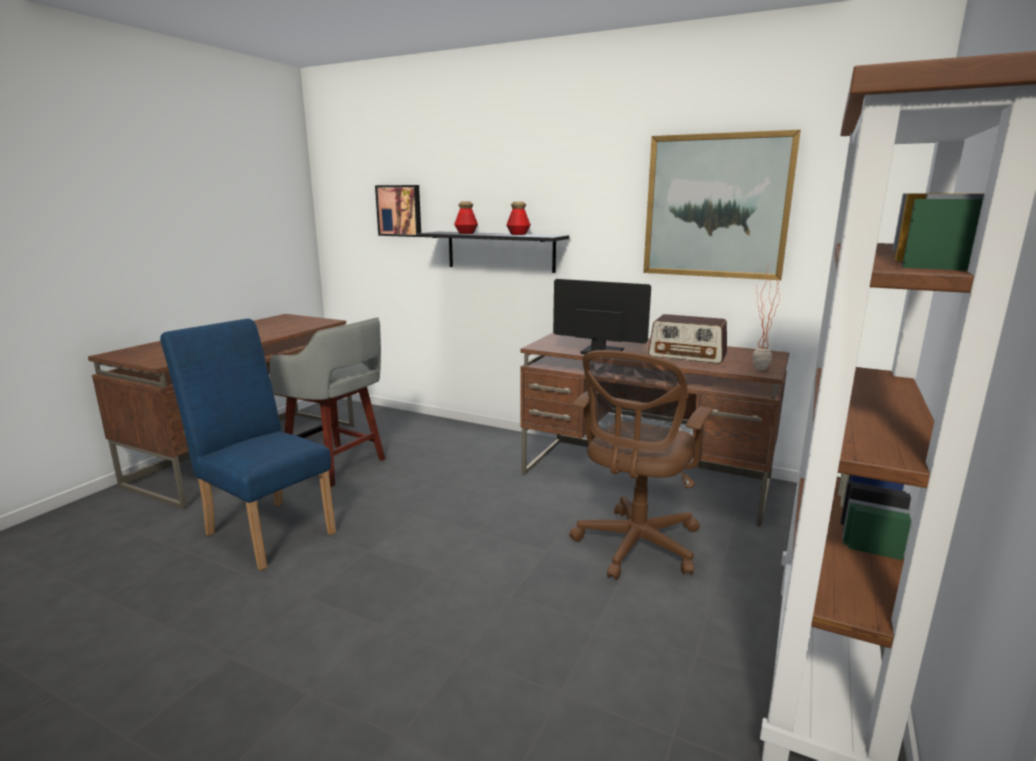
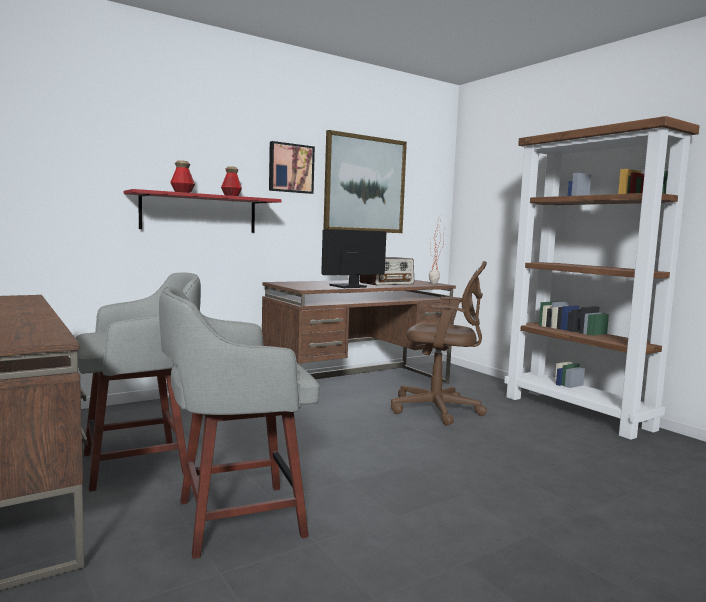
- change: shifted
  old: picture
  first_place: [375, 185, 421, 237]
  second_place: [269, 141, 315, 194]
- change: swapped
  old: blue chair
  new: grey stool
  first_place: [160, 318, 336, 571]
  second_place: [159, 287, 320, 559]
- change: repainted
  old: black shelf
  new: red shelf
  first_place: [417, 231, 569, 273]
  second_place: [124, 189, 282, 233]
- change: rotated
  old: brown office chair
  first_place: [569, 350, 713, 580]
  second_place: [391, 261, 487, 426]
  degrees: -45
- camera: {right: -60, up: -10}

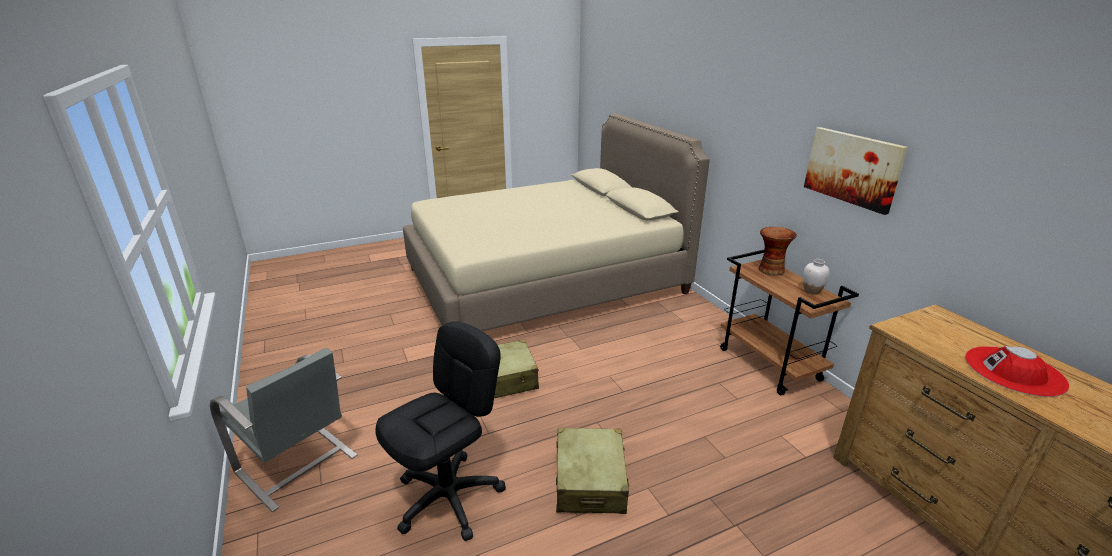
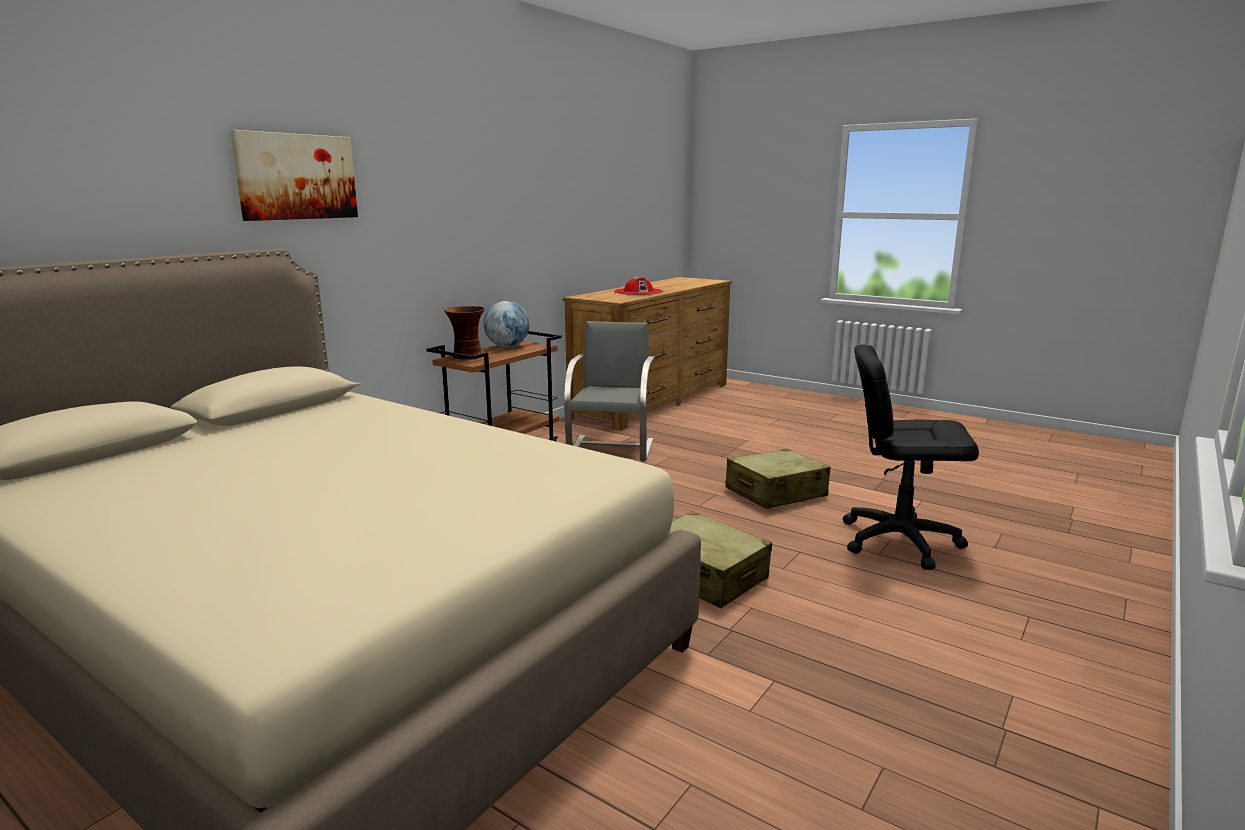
- change: shifted
  old: grey chair
  first_place: [210, 348, 358, 512]
  second_place: [564, 321, 655, 461]
- change: shifted
  old: picture
  first_place: [804, 127, 908, 215]
  second_place: [230, 130, 358, 221]
- change: swapped
  old: white vase
  new: globe
  first_place: [803, 259, 830, 295]
  second_place: [484, 301, 529, 347]
- camera: {right: -120, up: -10}

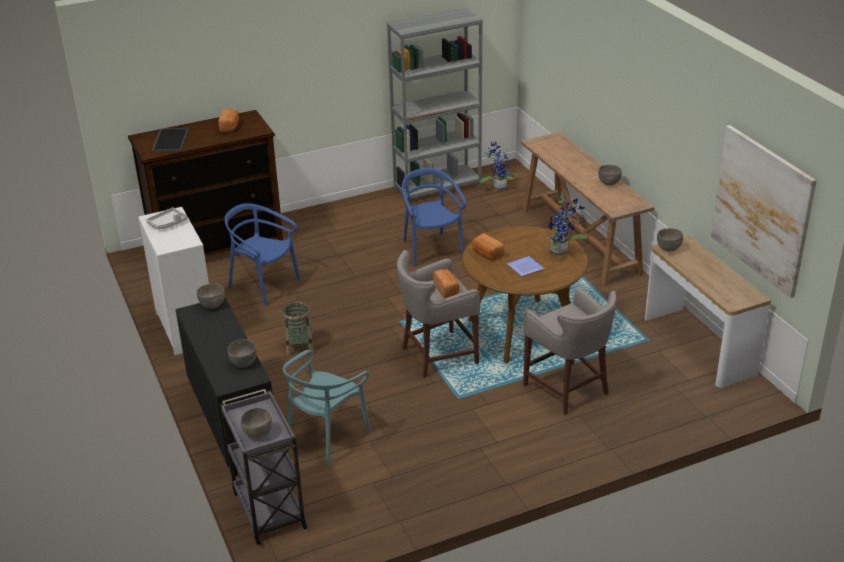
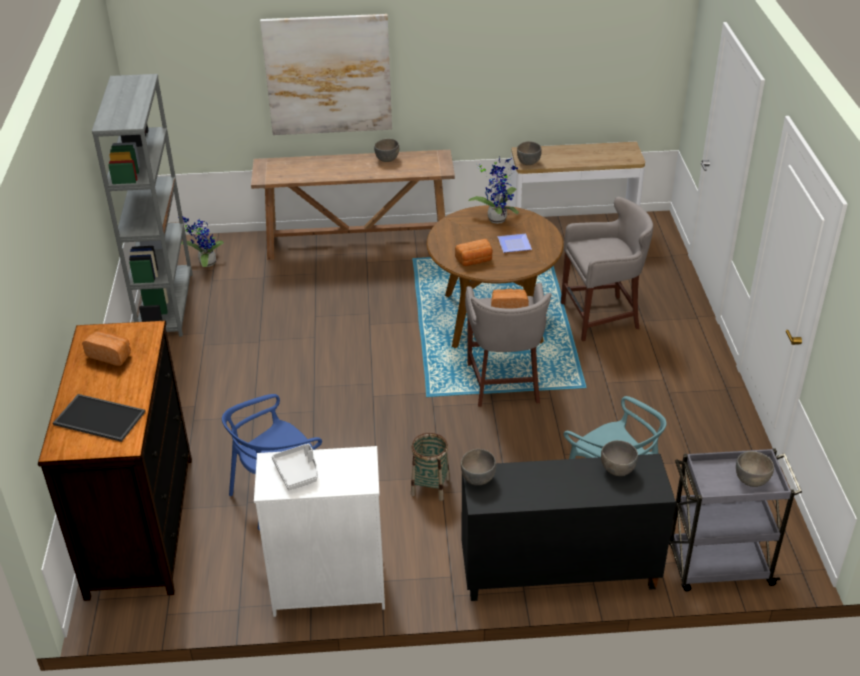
- change: gone
  old: blue chair
  first_place: [402, 168, 466, 267]
- change: shifted
  old: picture
  first_place: [711, 125, 817, 298]
  second_place: [260, 14, 392, 135]
- camera: {right: -70, up: 5}

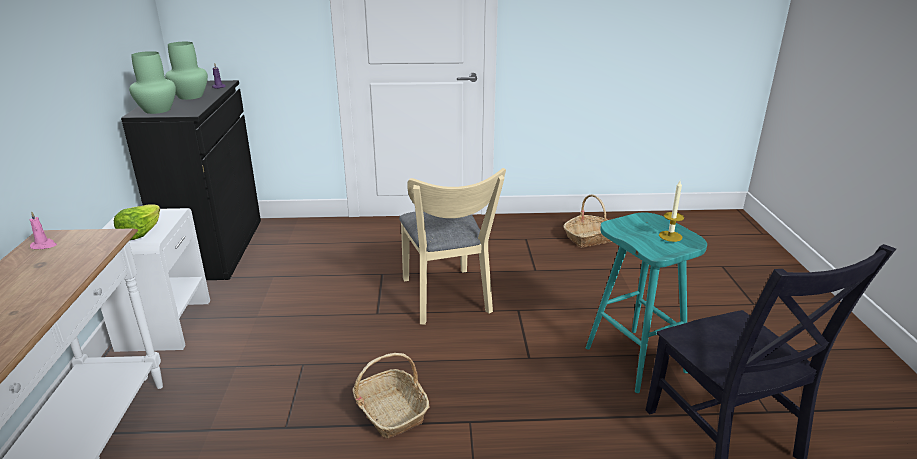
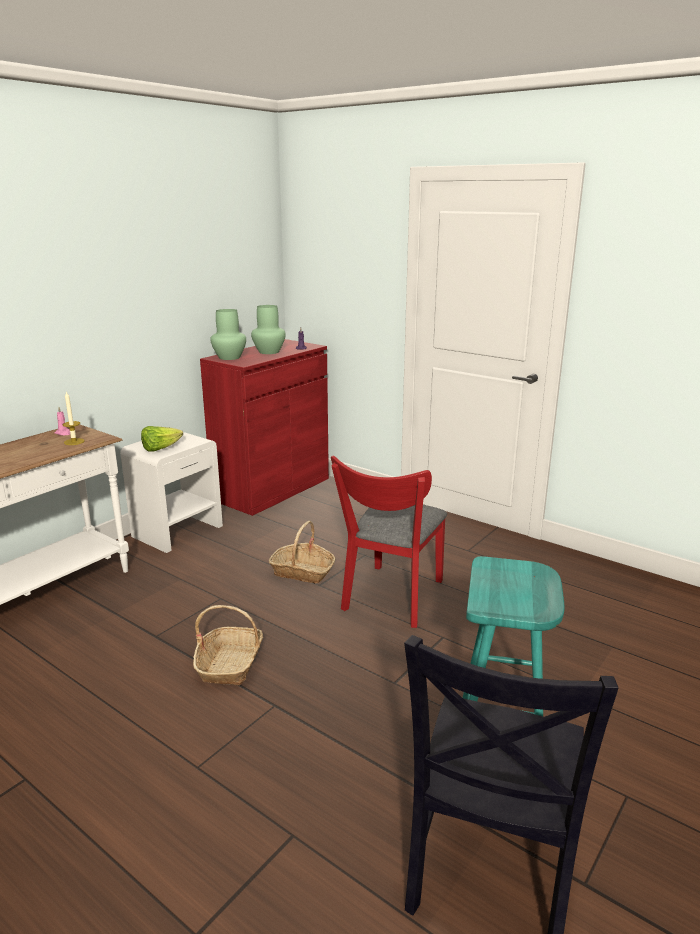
- change: shifted
  old: basket
  first_place: [563, 194, 612, 247]
  second_place: [269, 521, 335, 584]
- change: shifted
  old: candle
  first_place: [659, 181, 684, 242]
  second_place: [62, 392, 85, 445]
- change: repainted
  old: black cabinet
  new: red cabinet
  first_place: [121, 80, 261, 280]
  second_place: [200, 339, 329, 516]
- change: repainted
  old: beige chair
  new: red chair
  first_place: [399, 168, 506, 325]
  second_place: [331, 455, 447, 628]
- camera: {right: 40, up: -5}

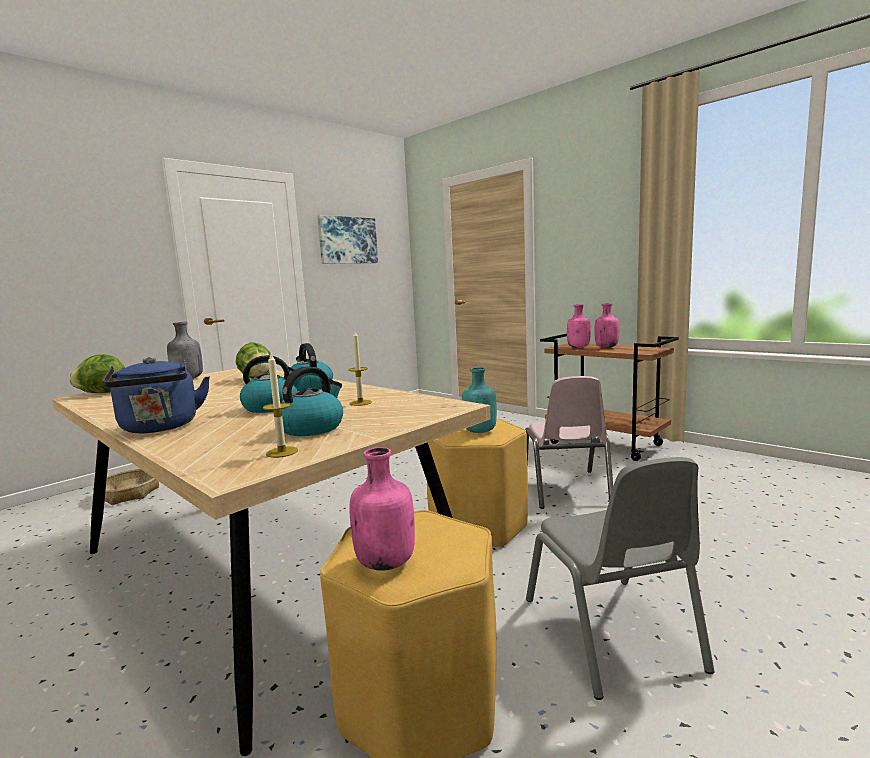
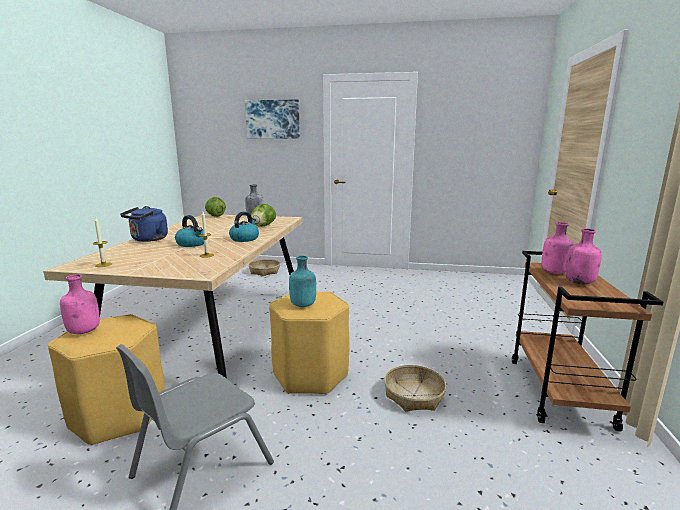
- change: gone
  old: kettle
  first_place: [281, 366, 343, 436]
- change: shifted
  old: picture
  first_place: [317, 215, 378, 264]
  second_place: [245, 100, 300, 138]
- change: swapped
  old: pink chair
  new: basket
  first_place: [525, 376, 613, 509]
  second_place: [384, 365, 446, 412]
- camera: {right: 55, up: 5}

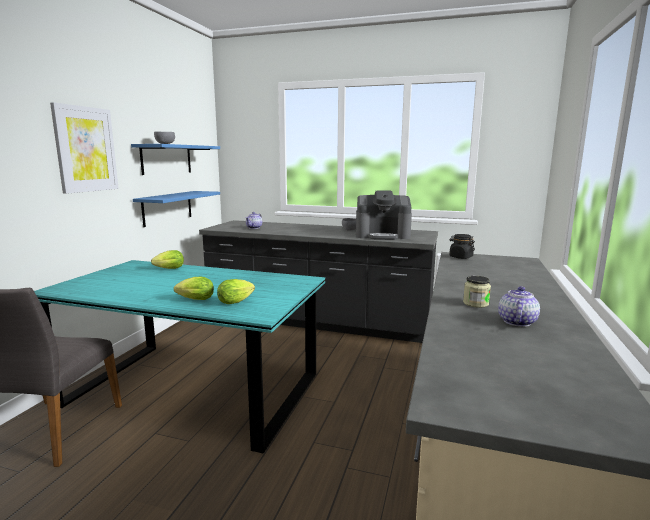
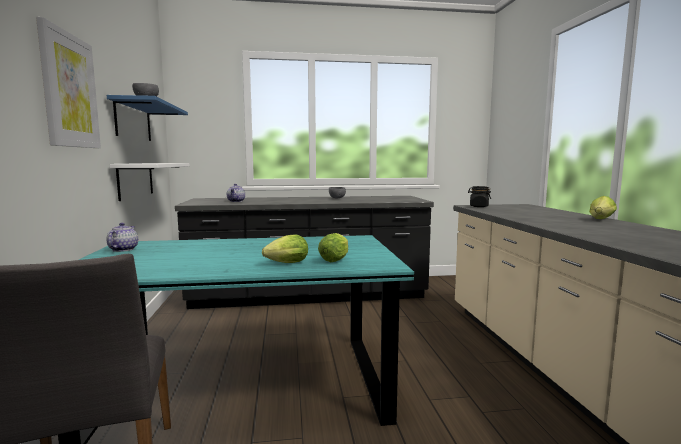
- change: gone
  old: coffee machine
  first_place: [356, 190, 412, 240]
- change: gone
  old: jar
  first_place: [463, 276, 491, 308]
- change: shifted
  old: lettuce
  first_place: [151, 250, 184, 269]
  second_place: [589, 196, 617, 219]
- change: shifted
  old: teapot
  first_place: [498, 286, 540, 327]
  second_place: [106, 223, 138, 252]
- change: repainted
  old: blue shelf
  new: white shelf
  first_place: [133, 191, 220, 227]
  second_place: [110, 163, 190, 201]
- camera: {right: -25, up: -5}

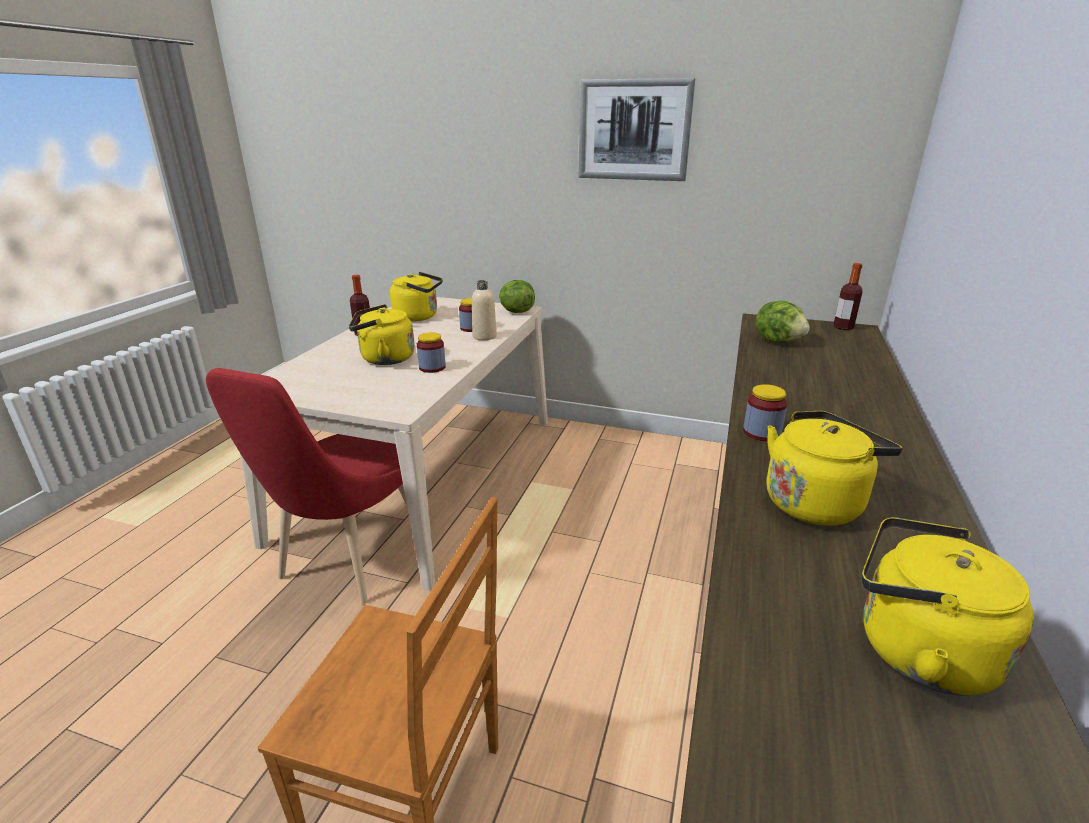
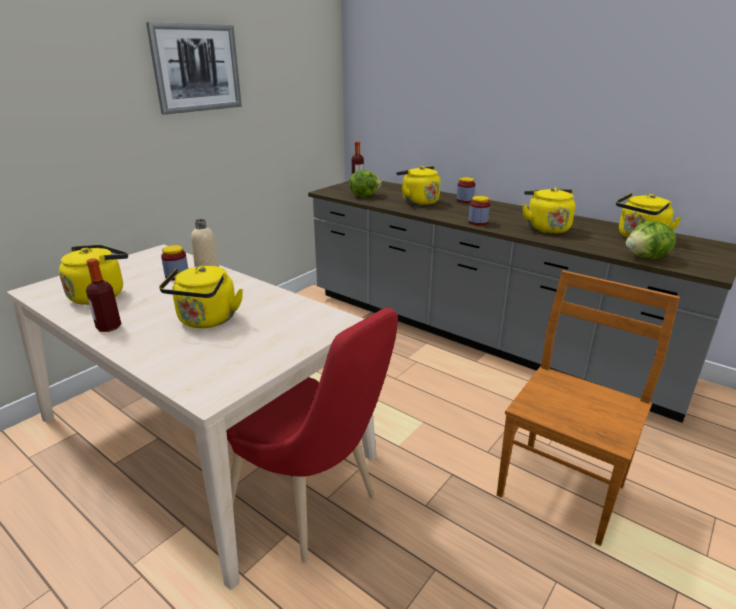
- change: new
  new: yellow kettle
  second_place: [396, 166, 441, 205]
- change: shifted
  old: jar
  first_place: [417, 332, 446, 373]
  second_place: [457, 177, 475, 203]
- change: shifted
  old: lettuce
  first_place: [499, 280, 535, 313]
  second_place: [626, 221, 676, 259]
- camera: {right: -70, up: 0}

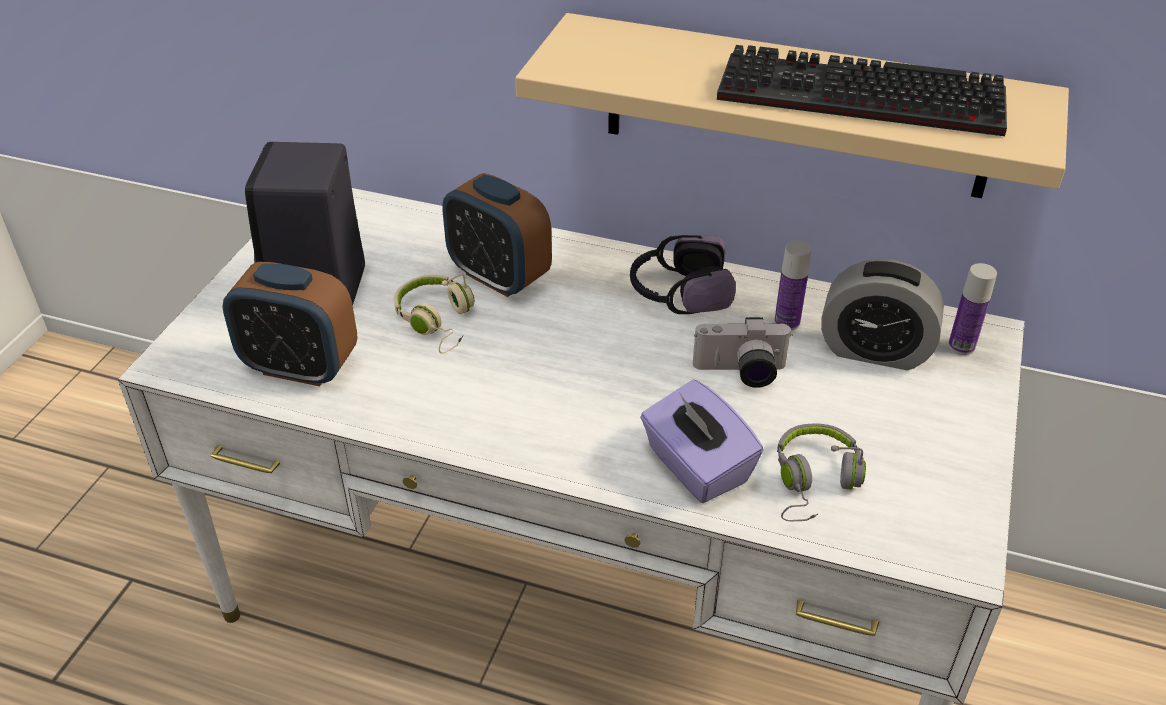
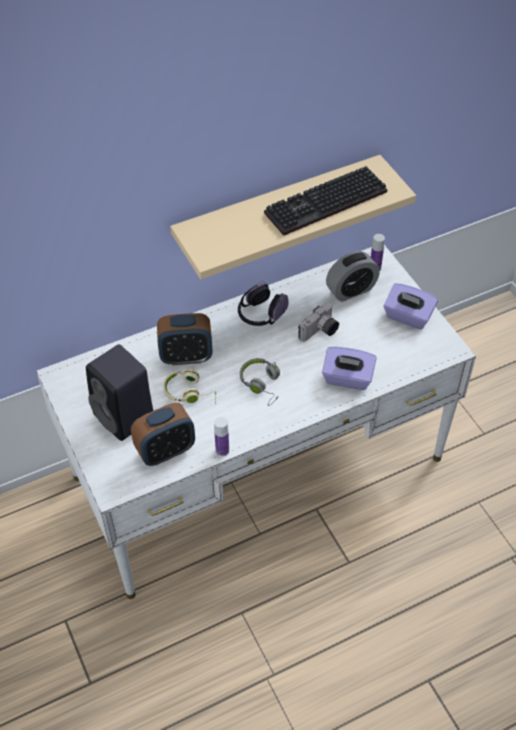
- change: new
  new: purple tissue box
  second_place: [384, 283, 438, 329]
- change: shifted
  old: bottle
  first_place: [774, 240, 812, 331]
  second_place: [214, 417, 229, 456]
- change: shifted
  old: grey headphones
  first_place: [777, 424, 866, 521]
  second_place: [240, 358, 280, 406]
- camera: {right: -45, up: 10}

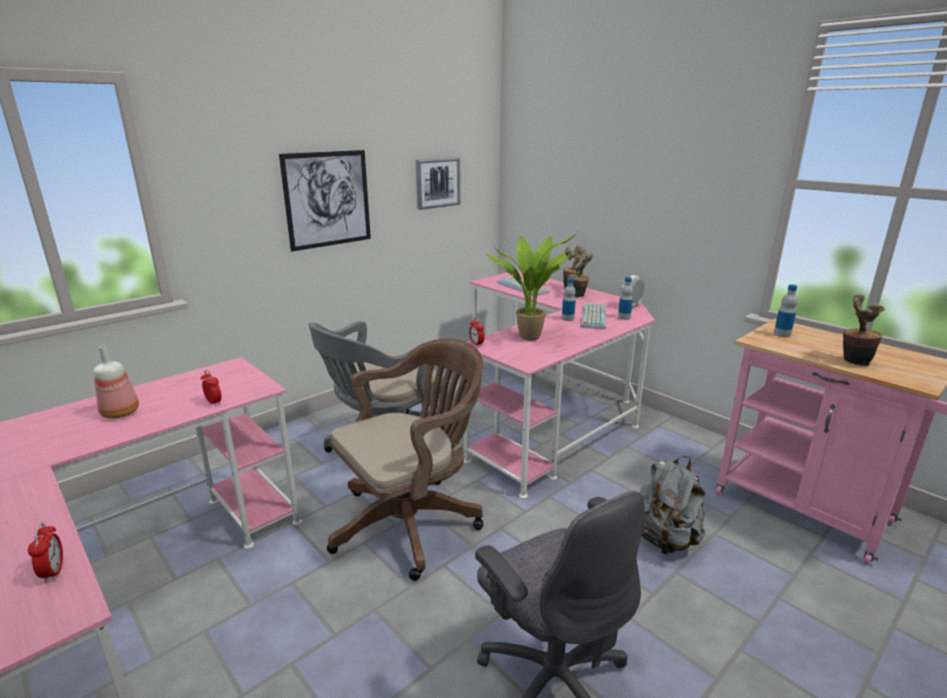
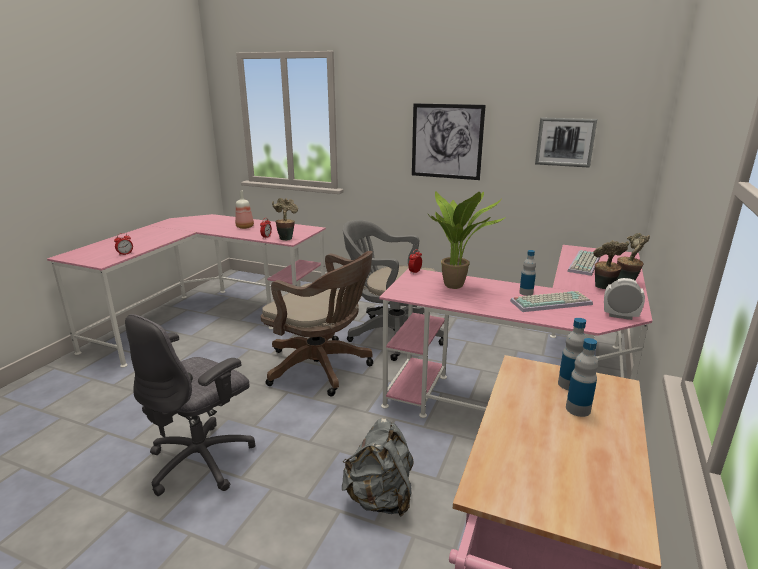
- change: shifted
  old: bottle
  first_place: [618, 277, 633, 320]
  second_place: [566, 338, 598, 417]
- change: shifted
  old: potted plant
  first_place: [843, 294, 885, 366]
  second_place: [272, 198, 298, 241]
- camera: {right: 65, up: 0}

